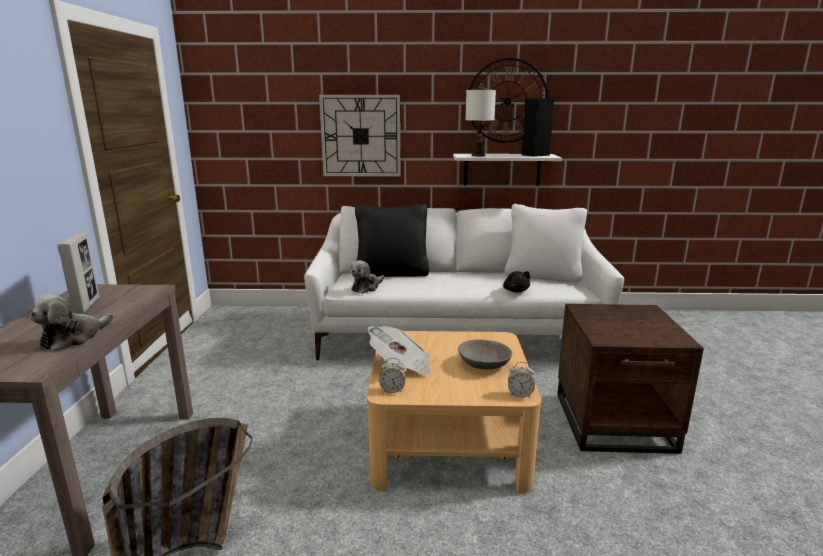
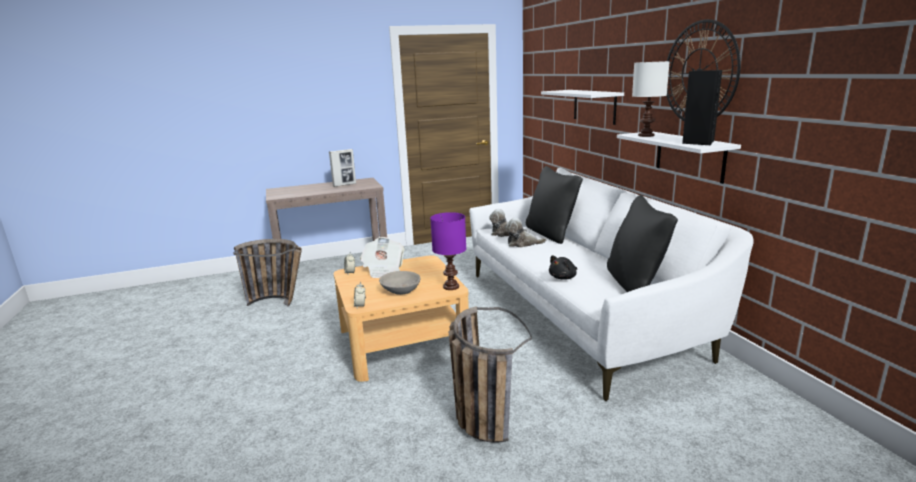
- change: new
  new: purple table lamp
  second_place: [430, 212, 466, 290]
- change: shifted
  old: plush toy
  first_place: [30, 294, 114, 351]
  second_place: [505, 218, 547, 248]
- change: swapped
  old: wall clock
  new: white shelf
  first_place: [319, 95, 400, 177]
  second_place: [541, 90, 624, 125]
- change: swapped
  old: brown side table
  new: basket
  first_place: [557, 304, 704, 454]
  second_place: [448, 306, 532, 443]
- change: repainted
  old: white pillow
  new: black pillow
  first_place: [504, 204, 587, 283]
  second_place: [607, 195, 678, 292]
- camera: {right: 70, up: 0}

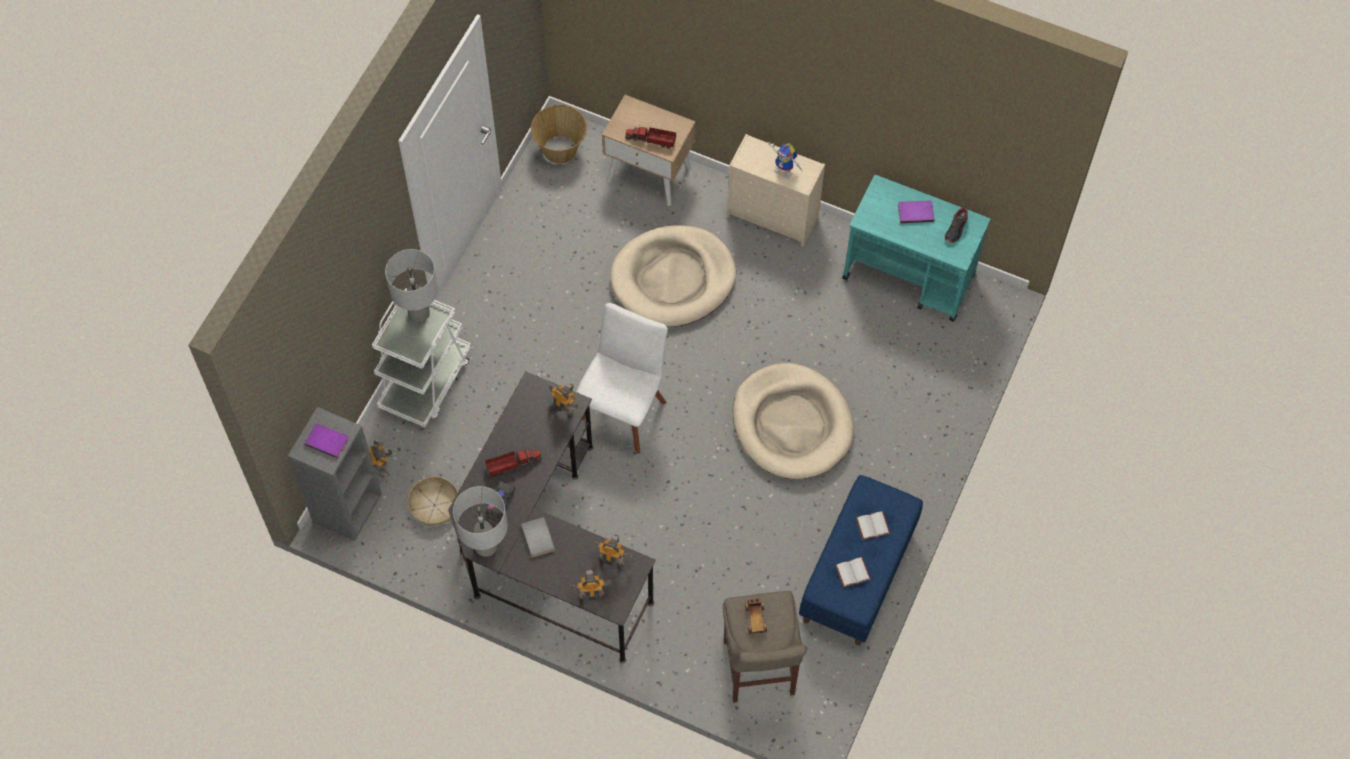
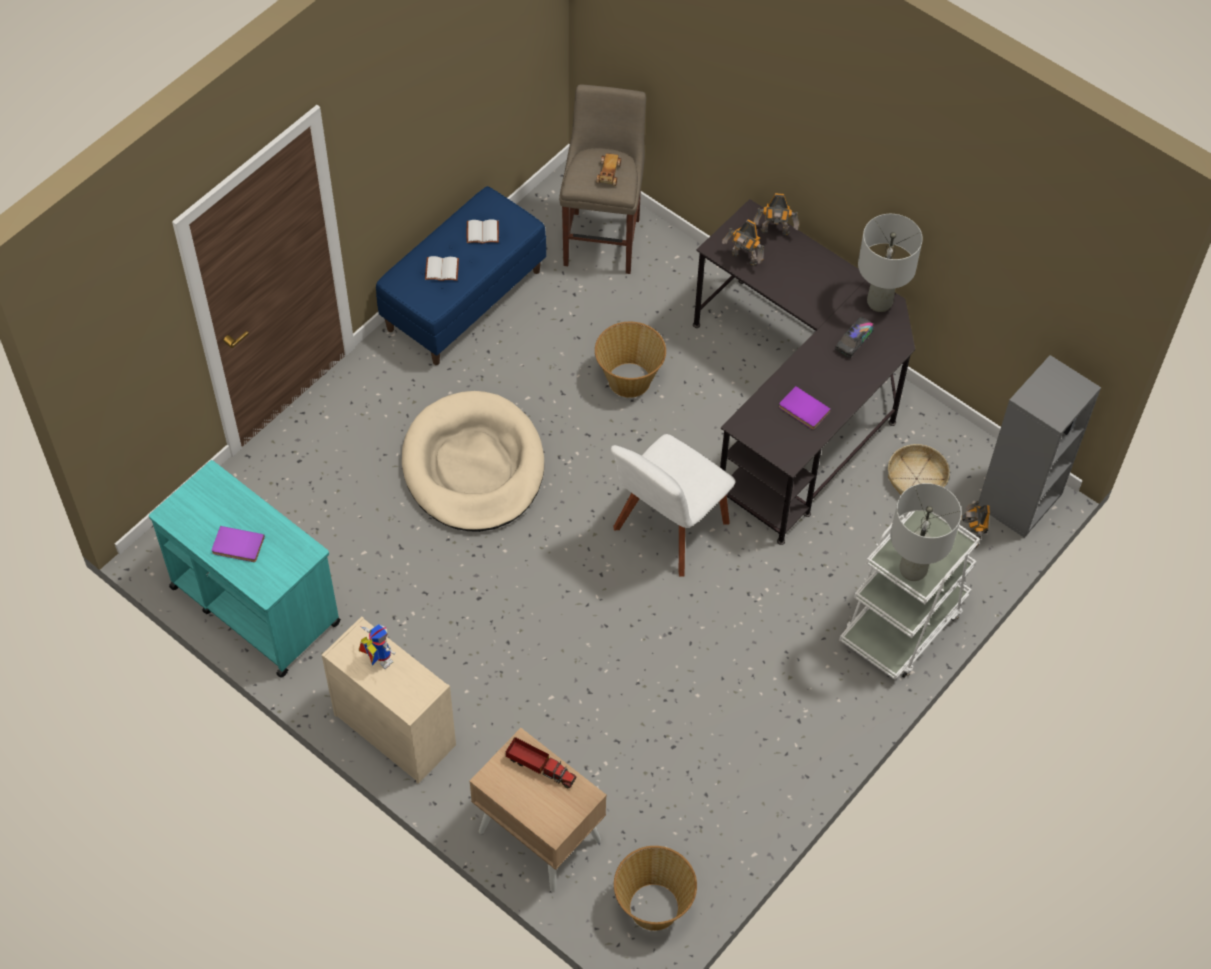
- change: gone
  old: toy truck
  first_place: [485, 449, 542, 476]
- change: gone
  old: grey book
  first_place: [521, 517, 555, 558]
- change: gone
  old: toy robot
  first_place: [549, 383, 583, 416]
- change: gone
  old: beige dog bed
  first_place: [610, 225, 736, 327]
- change: gone
  old: shoe
  first_place: [945, 206, 968, 243]
- change: new
  new: basket
  second_place: [595, 322, 666, 398]
- change: shifted
  old: purple book
  first_place: [305, 424, 349, 459]
  second_place: [779, 386, 831, 429]
- camera: {right: -165, up: -5}

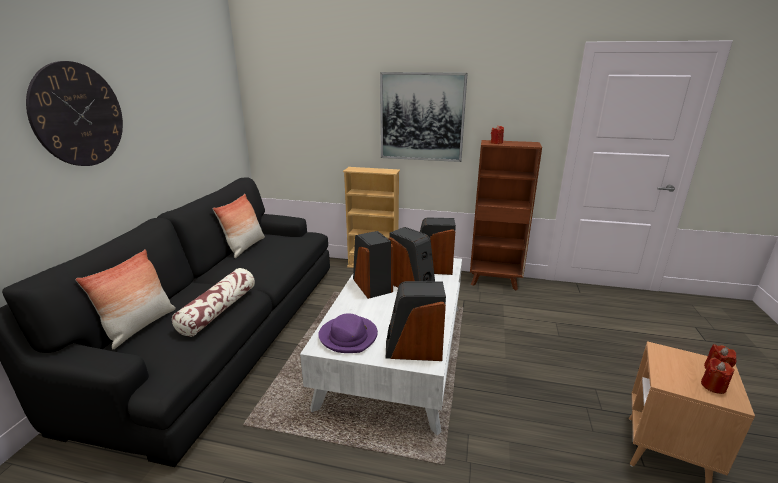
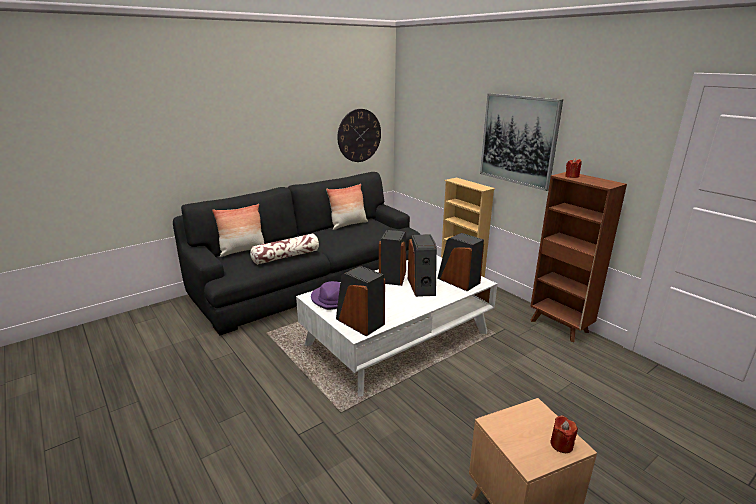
- change: gone
  old: red candle
  first_place: [701, 357, 735, 394]
- change: shifted
  old: wall clock
  first_place: [26, 61, 123, 166]
  second_place: [337, 109, 381, 162]
- camera: {right: 40, up: 0}

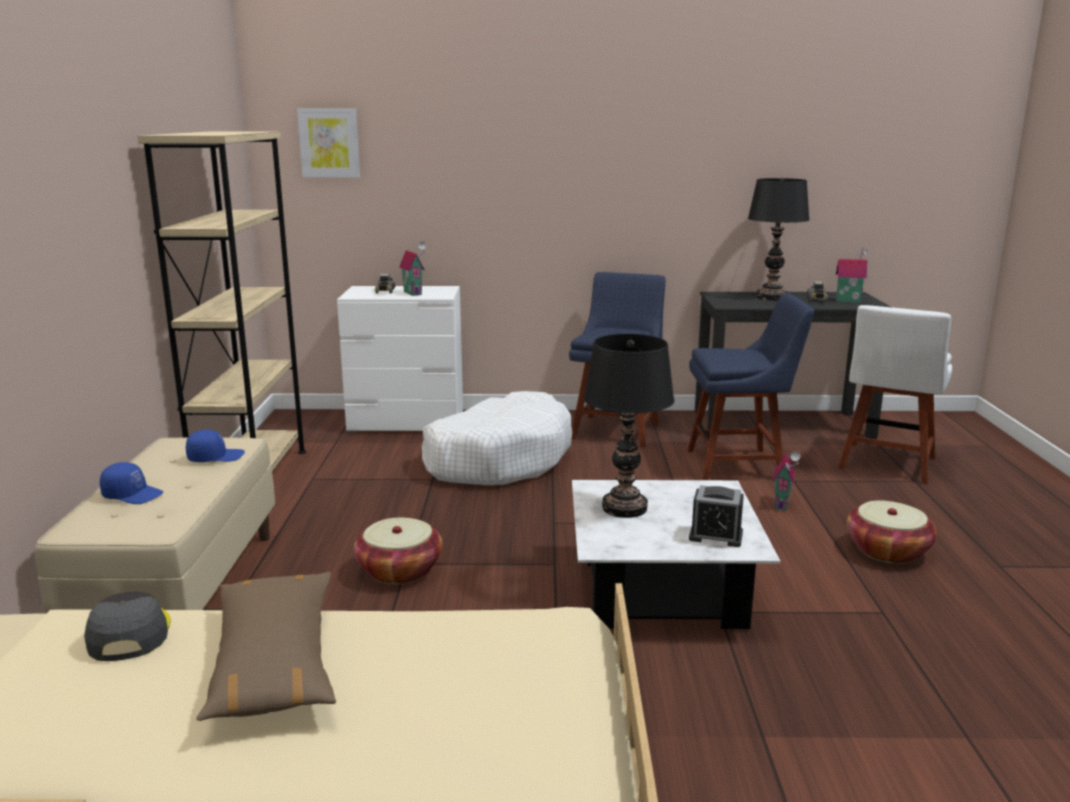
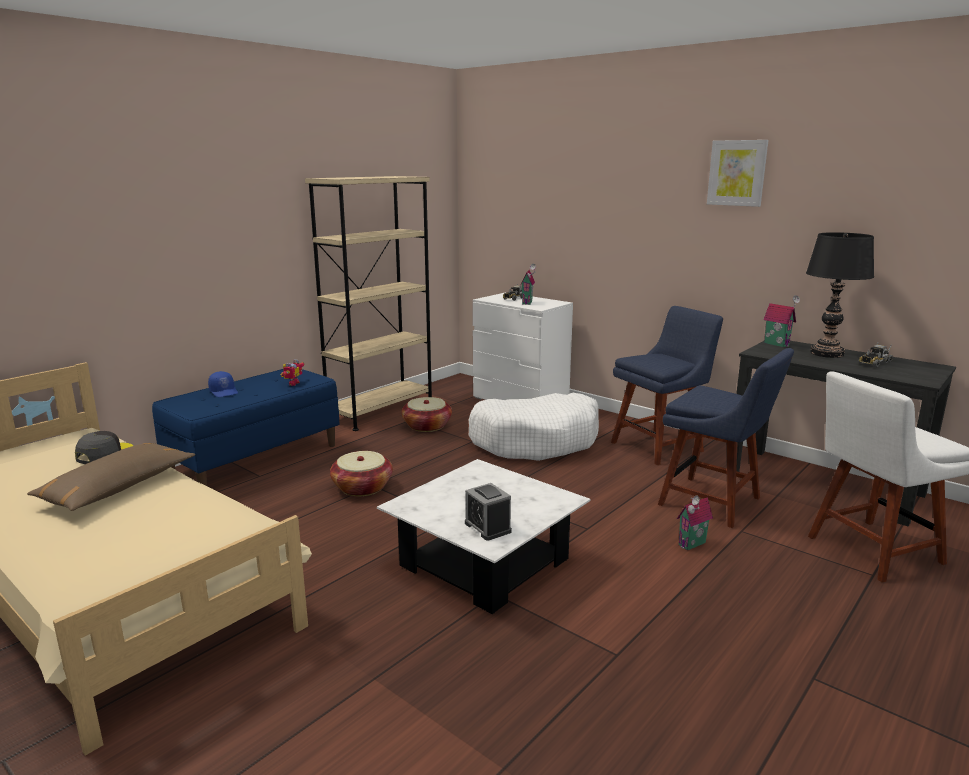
- change: gone
  old: black table lamp
  first_place: [583, 334, 674, 518]
- change: shifted
  old: picture
  first_place: [297, 108, 360, 178]
  second_place: [707, 140, 769, 207]
- change: shifted
  old: toy house
  first_place: [836, 247, 867, 302]
  second_place: [763, 295, 800, 347]
- change: shifted
  old: basket
  first_place: [846, 501, 937, 564]
  second_place: [402, 397, 452, 432]
- change: swapped
  old: blue cap
  new: toy robot
  first_place: [186, 430, 245, 462]
  second_place: [281, 359, 304, 386]
- change: repainted
  old: beige bench
  new: blue bench
  first_place: [35, 437, 275, 613]
  second_place: [152, 369, 340, 486]
- camera: {right: 40, up: 0}

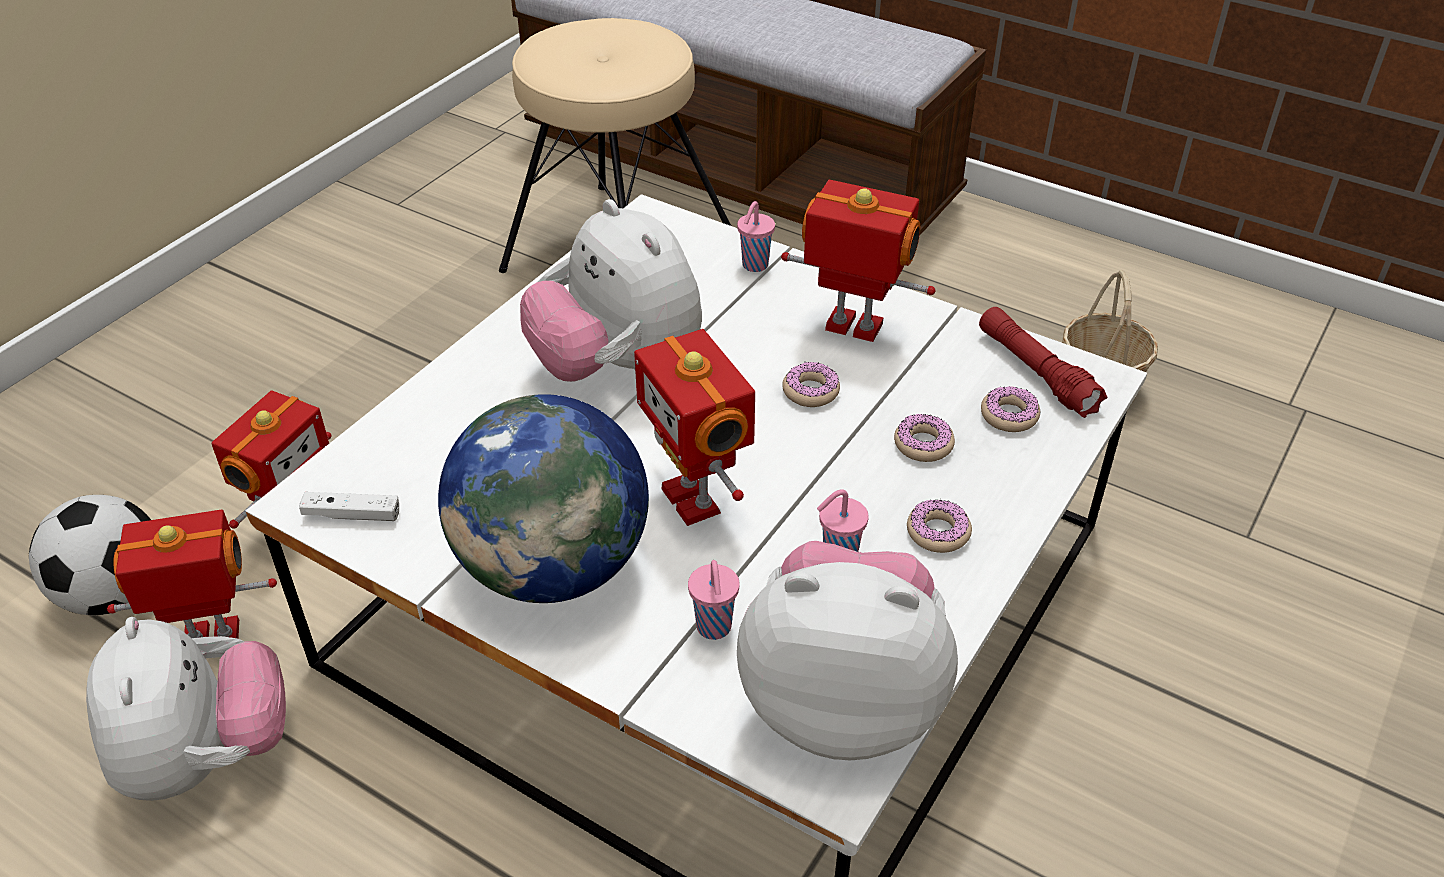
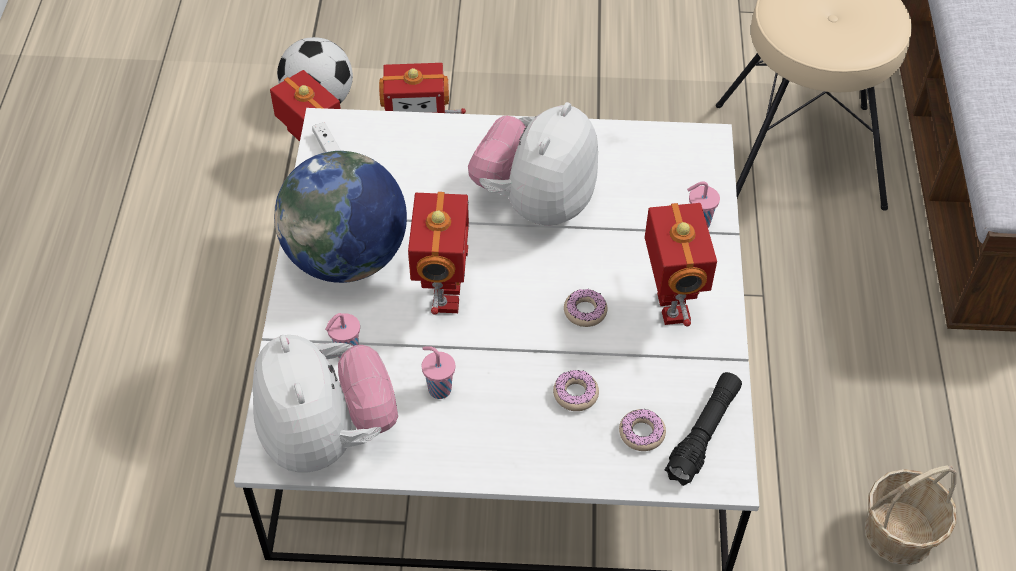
- change: gone
  old: plush toy
  first_place: [86, 617, 286, 801]
- change: gone
  old: donut
  first_place: [907, 499, 972, 553]
- change: repainted
  old: red flashlight
  new: black flashlight
  first_place: [979, 307, 1107, 418]
  second_place: [664, 372, 742, 486]
- change: rotated
  old: toy robot
  first_place: [634, 329, 755, 526]
  second_place: [408, 192, 469, 315]
  degrees: 150
- camera: {right: 60, up: 10}

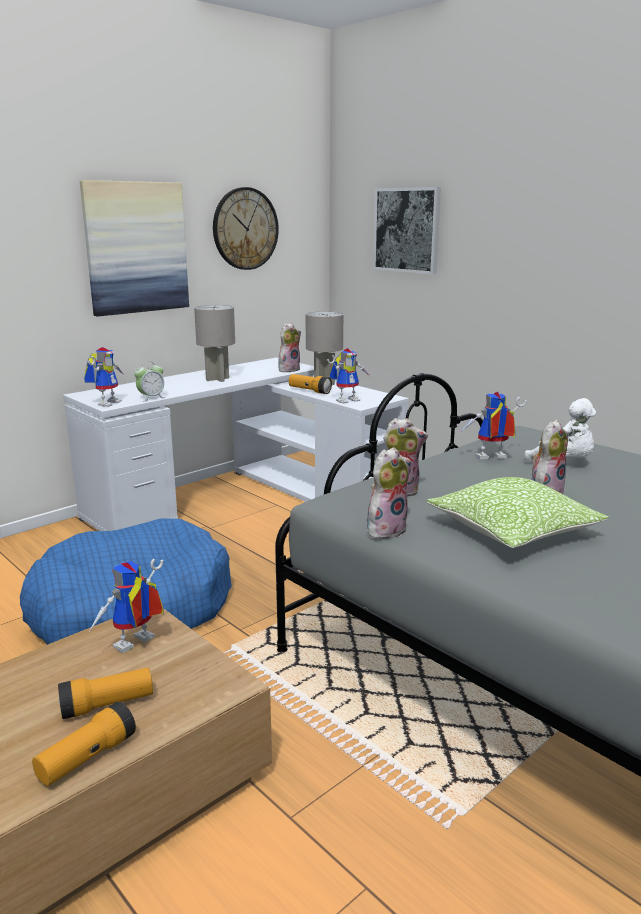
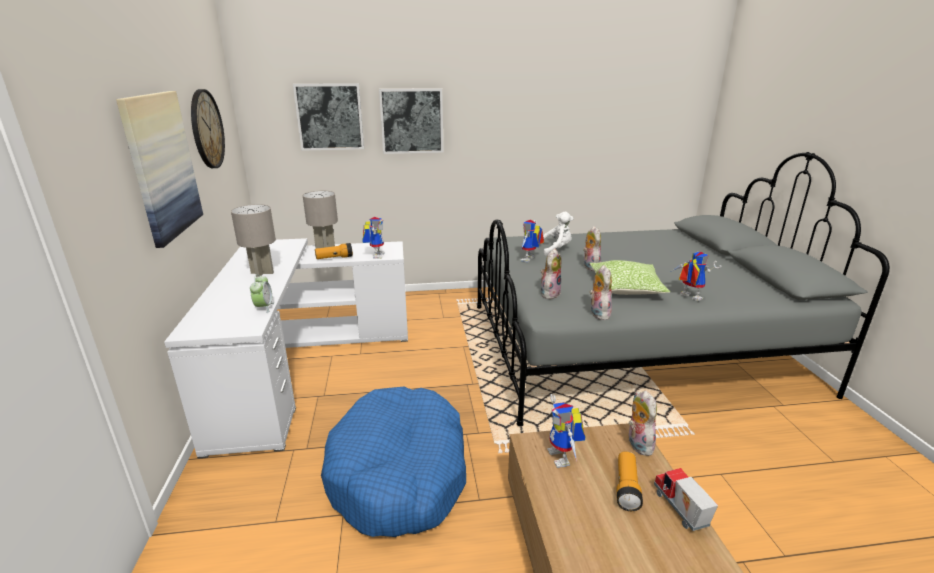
- change: new
  new: picture
  second_place: [379, 88, 443, 154]
- change: shifted
  old: toy robot
  first_place: [84, 347, 124, 407]
  second_place: [672, 252, 722, 301]
- change: shifted
  old: plush toy
  first_place: [278, 323, 301, 372]
  second_place: [628, 390, 657, 456]
- change: swapped
  old: flashlight
  new: toy truck
  first_place: [32, 702, 136, 786]
  second_place: [654, 468, 718, 531]
- camera: {right: -55, up: 5}

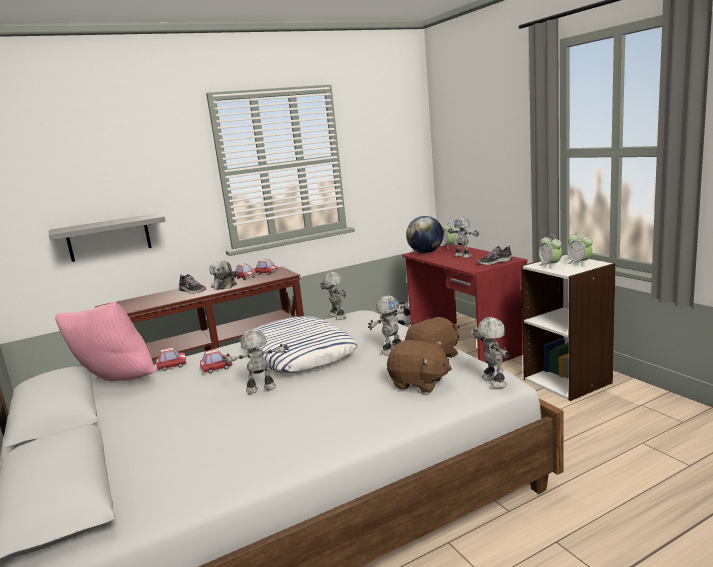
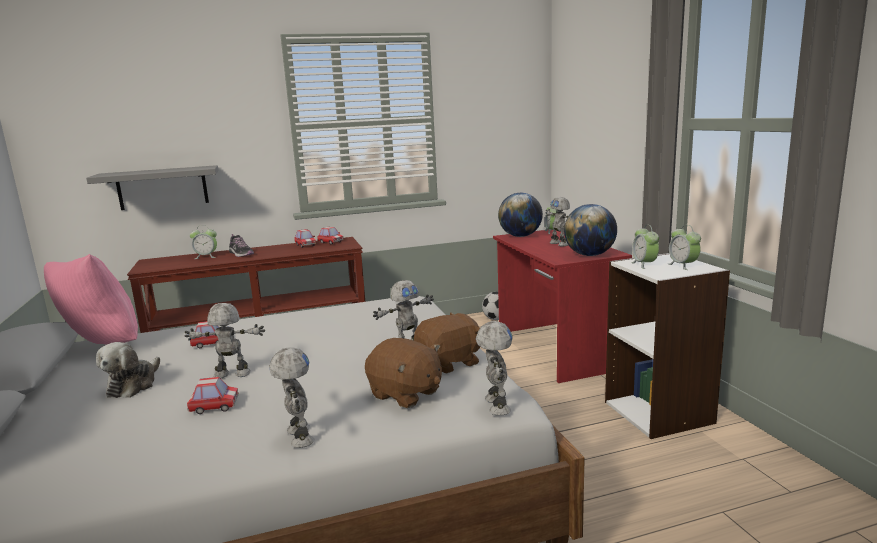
- change: gone
  old: pillow
  first_place: [247, 316, 358, 373]
- change: new
  new: alarm clock
  second_place: [190, 225, 217, 259]
- change: shifted
  old: toy car
  first_place: [156, 347, 187, 371]
  second_place: [187, 377, 239, 414]
- change: shifted
  old: plush toy
  first_place: [209, 260, 237, 290]
  second_place: [96, 342, 160, 398]
- change: shifted
  old: toy robot
  first_place: [321, 272, 346, 320]
  second_place: [269, 347, 315, 448]
- change: swapped
  old: shoe
  new: globe
  first_place: [478, 245, 512, 265]
  second_place: [564, 204, 617, 256]
- camera: {right: 10, up: 0}

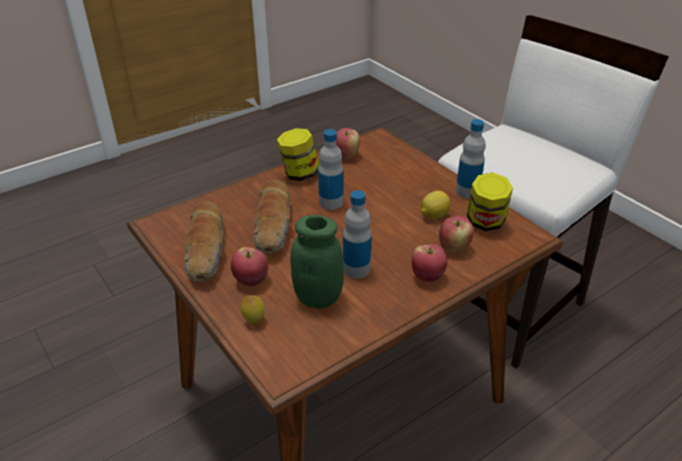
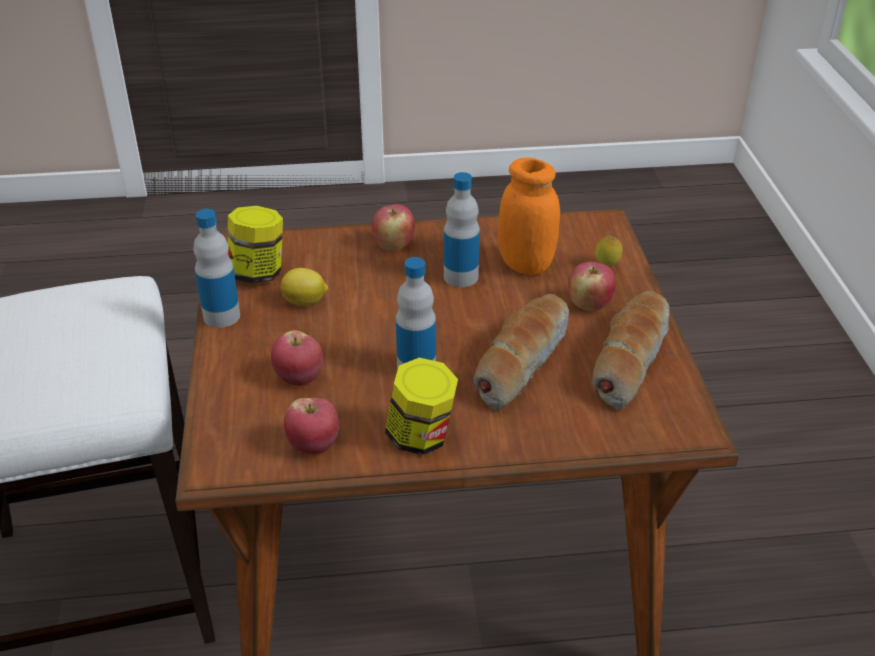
- change: shifted
  old: apple
  first_place: [439, 216, 474, 253]
  second_place: [271, 330, 323, 386]
- change: repainted
  old: green jar
  new: orange jar
  first_place: [290, 215, 344, 309]
  second_place: [498, 158, 560, 275]
- camera: {right: -150, up: 0}

